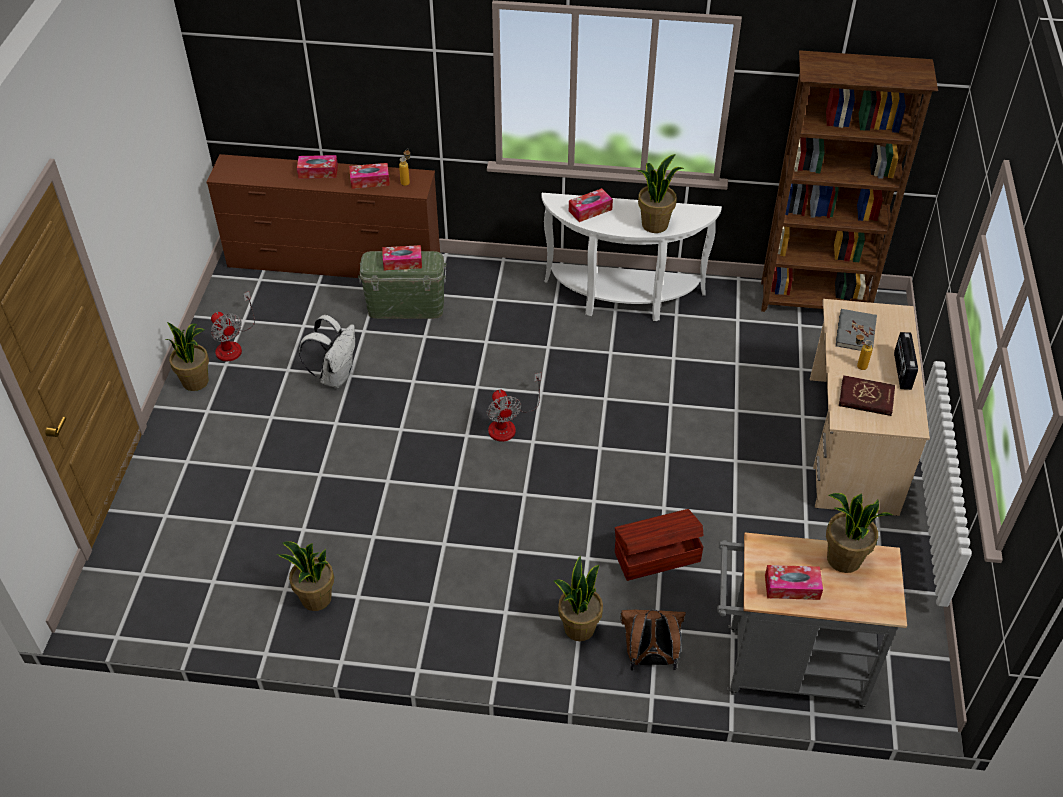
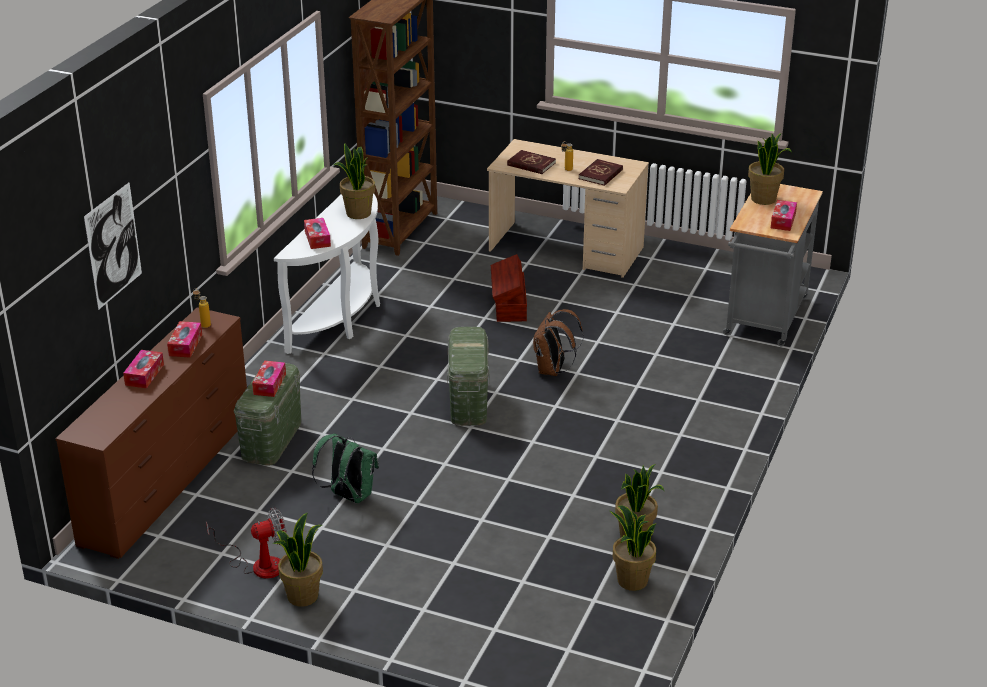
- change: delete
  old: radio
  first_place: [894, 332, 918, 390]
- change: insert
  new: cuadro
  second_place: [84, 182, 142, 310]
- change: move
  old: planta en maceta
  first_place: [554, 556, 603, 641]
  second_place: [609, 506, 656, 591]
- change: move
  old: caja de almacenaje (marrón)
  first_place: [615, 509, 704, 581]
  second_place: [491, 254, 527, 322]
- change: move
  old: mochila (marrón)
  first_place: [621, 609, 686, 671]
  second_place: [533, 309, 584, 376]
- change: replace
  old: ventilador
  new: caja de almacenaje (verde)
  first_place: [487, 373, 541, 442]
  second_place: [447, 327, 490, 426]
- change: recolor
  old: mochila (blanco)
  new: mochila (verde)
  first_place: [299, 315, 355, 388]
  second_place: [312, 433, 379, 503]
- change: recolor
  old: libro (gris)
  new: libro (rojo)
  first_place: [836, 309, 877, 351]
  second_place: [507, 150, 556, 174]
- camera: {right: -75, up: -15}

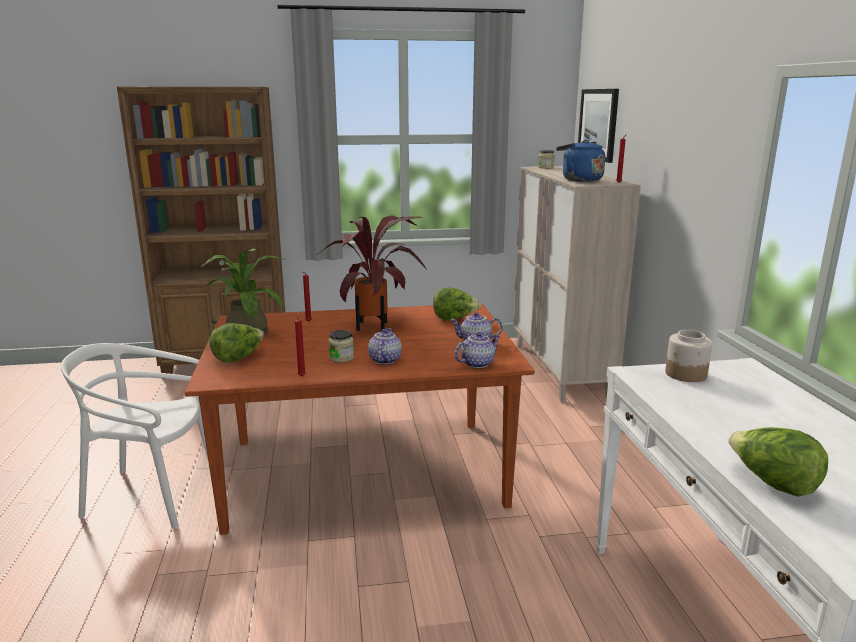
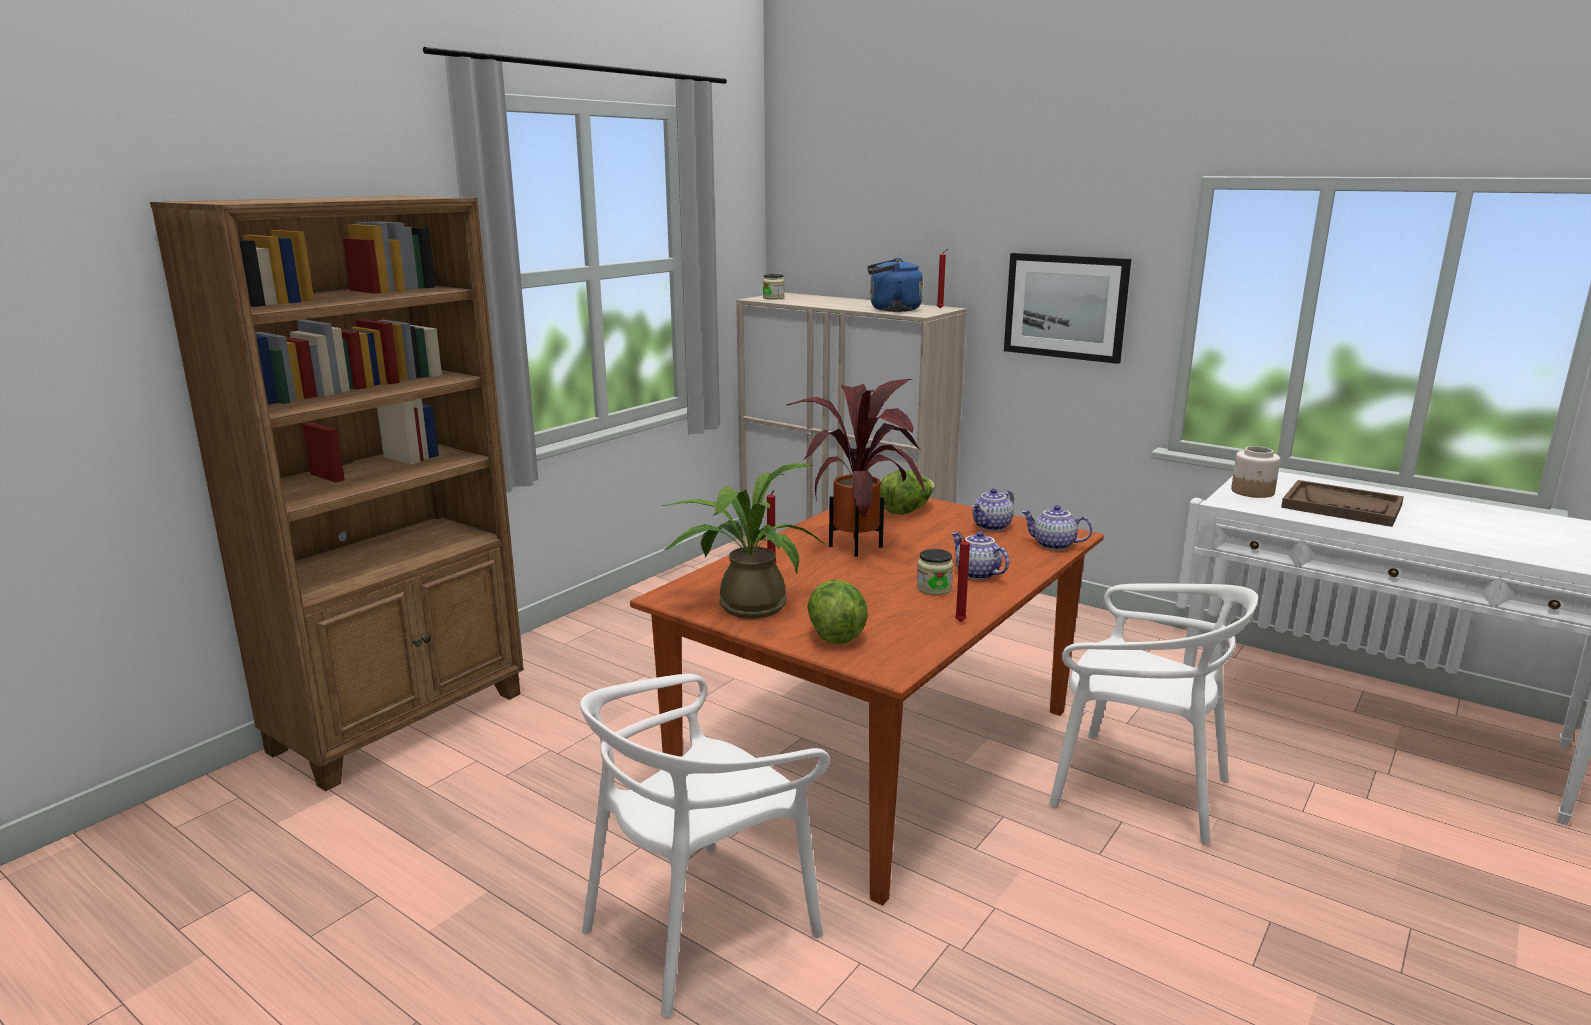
- change: delete
  old: lechuga
  first_place: [728, 427, 828, 497]
- change: insert
  new: silla (blanco)
  second_place: [1049, 583, 1258, 845]
- change: insert
  new: bandeja (marrón)
  second_place: [1281, 480, 1404, 527]
- change: move
  old: cuadro
  first_place: [578, 89, 619, 163]
  second_place: [1004, 253, 1131, 364]
- change: rotate
  old: tetera
  first_place: [455, 332, 501, 368]
  second_place: [1021, 505, 1092, 550]
  degrees: -75
- camera: {right: -45, up: 0}

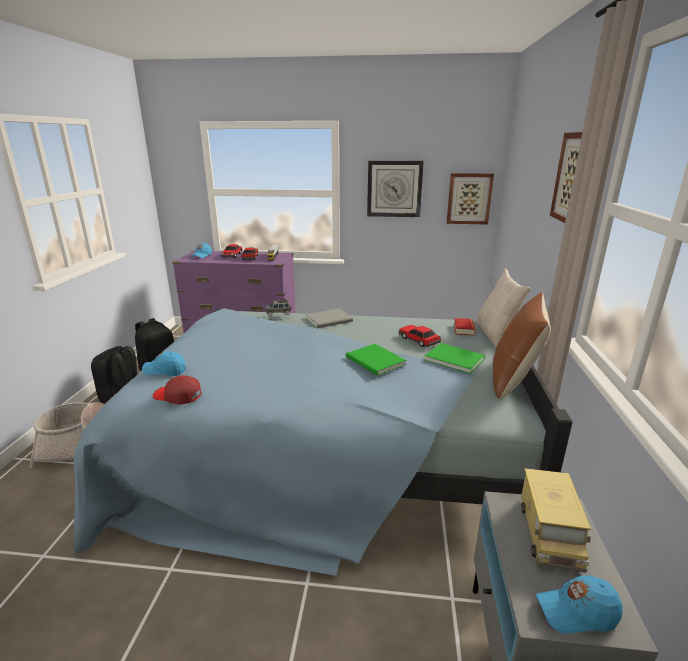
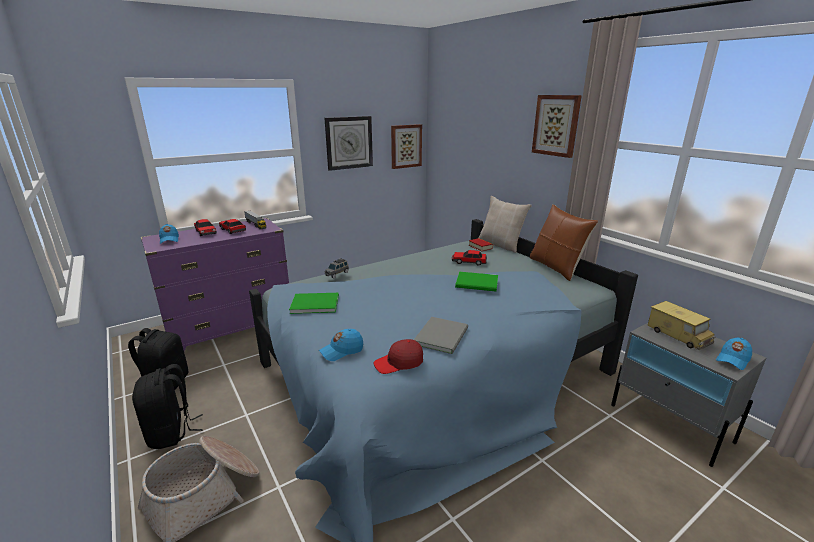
- change: move
  old: libro (gris)
  first_place: [305, 309, 353, 328]
  second_place: [414, 317, 468, 354]
- change: move
  old: libro (verde)
  first_place: [424, 343, 485, 374]
  second_place: [289, 293, 339, 314]
- camera: {right: -40, up: 0}

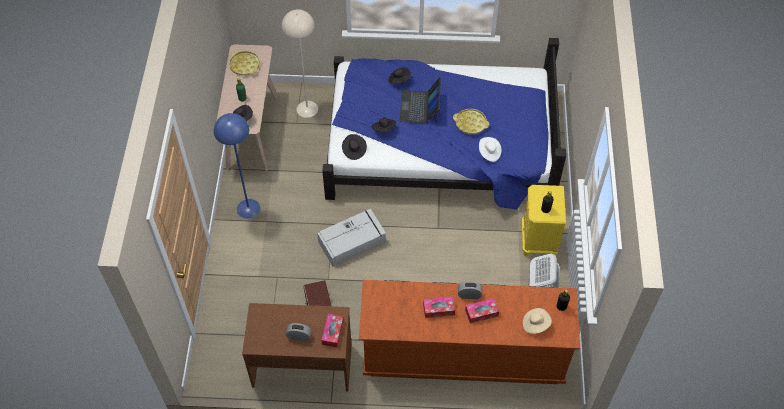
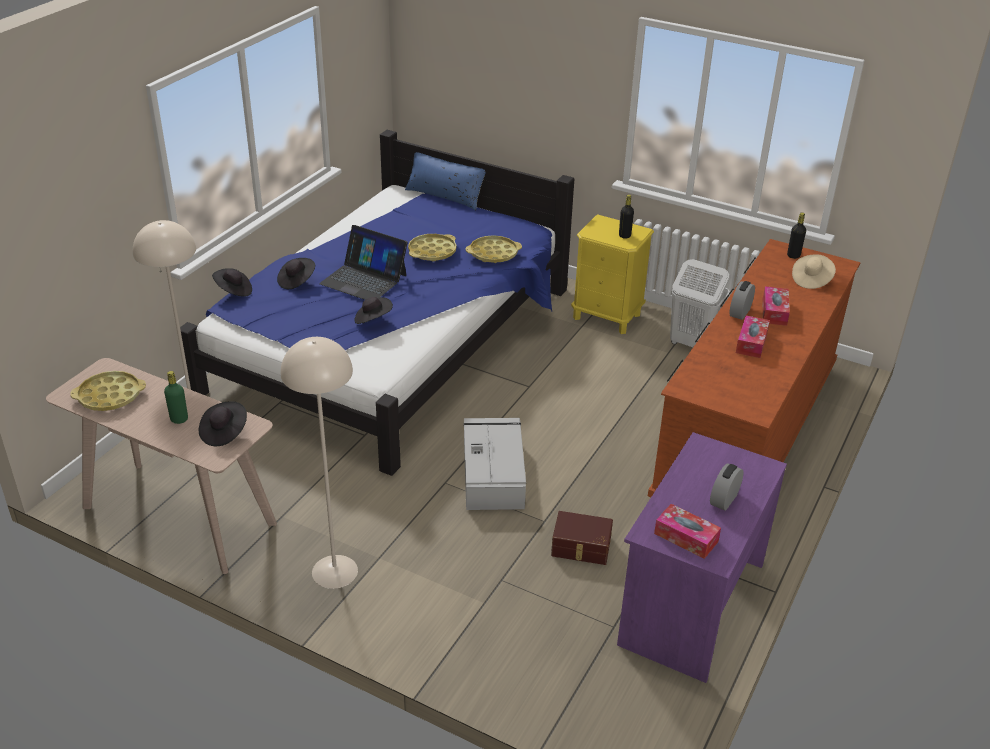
- change: insert
  new: cojín (azul)
  second_place: [405, 152, 486, 210]
- change: move
  old: caja de pañuelos
  first_place: [321, 314, 344, 347]
  second_place: [654, 504, 721, 559]
- change: move
  old: sombrero (negro)
  first_place: [342, 134, 367, 160]
  second_place: [212, 268, 252, 297]
- change: replace
  old: sombrero (blanco)
  new: bandeja (amarillo)
  first_place: [479, 137, 501, 162]
  second_place: [465, 235, 522, 263]
- change: recolor
  old: lámpara de pie (azul)
  new: lámpara de pie (beis)
  first_place: [214, 113, 260, 219]
  second_place: [281, 337, 358, 589]
- change: recolor
  old: escritorio (marrón)
  new: escritorio (morado)
  first_place: [242, 303, 352, 392]
  second_place: [617, 432, 787, 683]
- camera: {right: -65, up: -20}

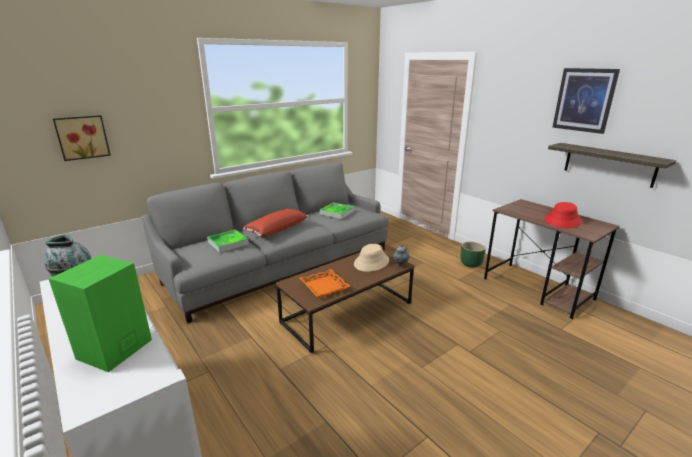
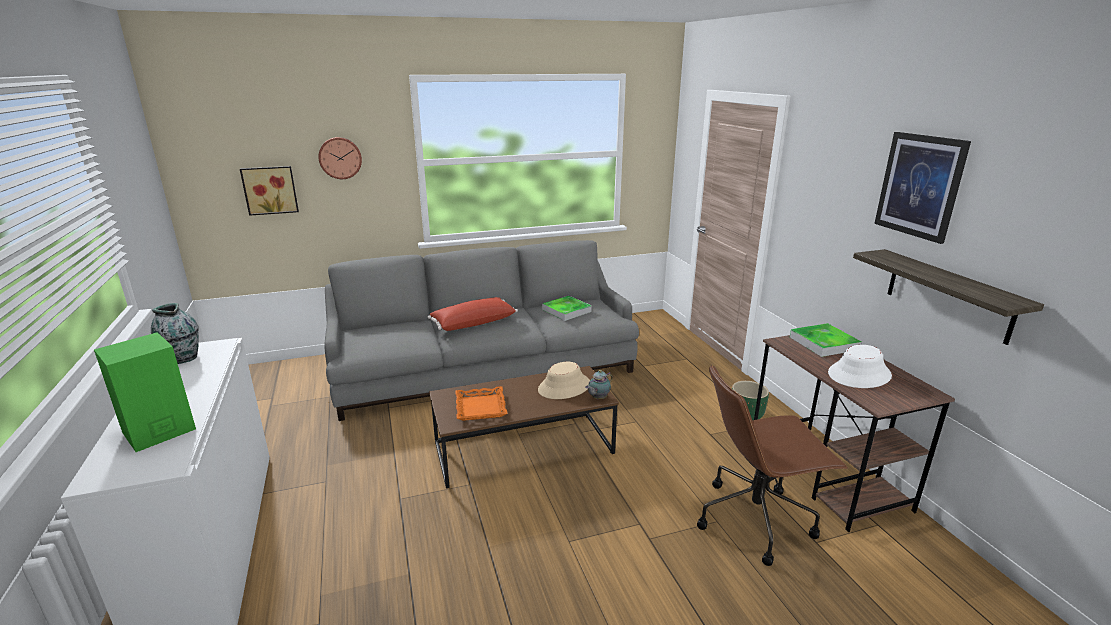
- change: insert
  new: reloj de pared
  second_place: [318, 137, 362, 179]
- change: insert
  new: silla de oficina (marrón)
  second_place: [697, 364, 848, 566]
- change: move
  old: bandeja
  first_place: [207, 229, 249, 253]
  second_place: [790, 323, 862, 357]
- change: recolor
  old: sombrero (rojo)
  new: sombrero (blanco)
  first_place: [545, 202, 582, 228]
  second_place: [828, 345, 892, 388]
- camera: {right: 20, up: 0}

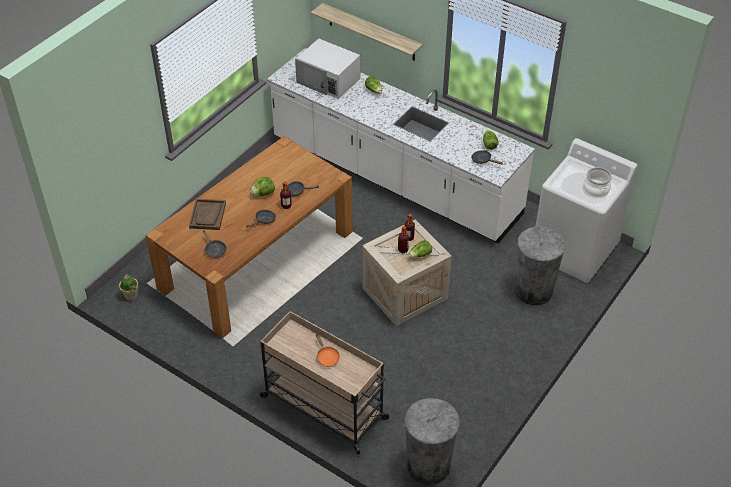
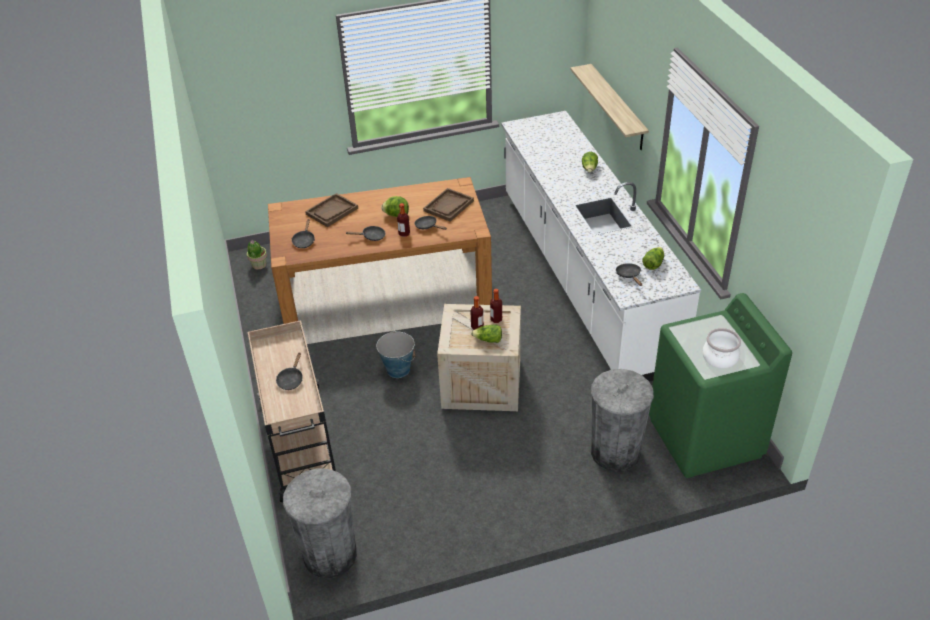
- change: delete
  old: microondas (blanco)
  first_place: [295, 39, 360, 99]
- change: insert
  new: cubo
  second_place: [376, 331, 416, 378]
- change: insert
  new: bandeja (marrón)
  second_place: [423, 188, 474, 222]
- change: recolor
  old: sartén (naranja)
  new: sartén (negro)
  first_place: [316, 334, 340, 367]
  second_place: [276, 353, 303, 390]
- change: recolor
  old: lavadora (blanco)
  new: lavadora (verde)
  first_place: [536, 138, 638, 283]
  second_place: [649, 293, 792, 478]
- camera: {right: 40, up: -5}

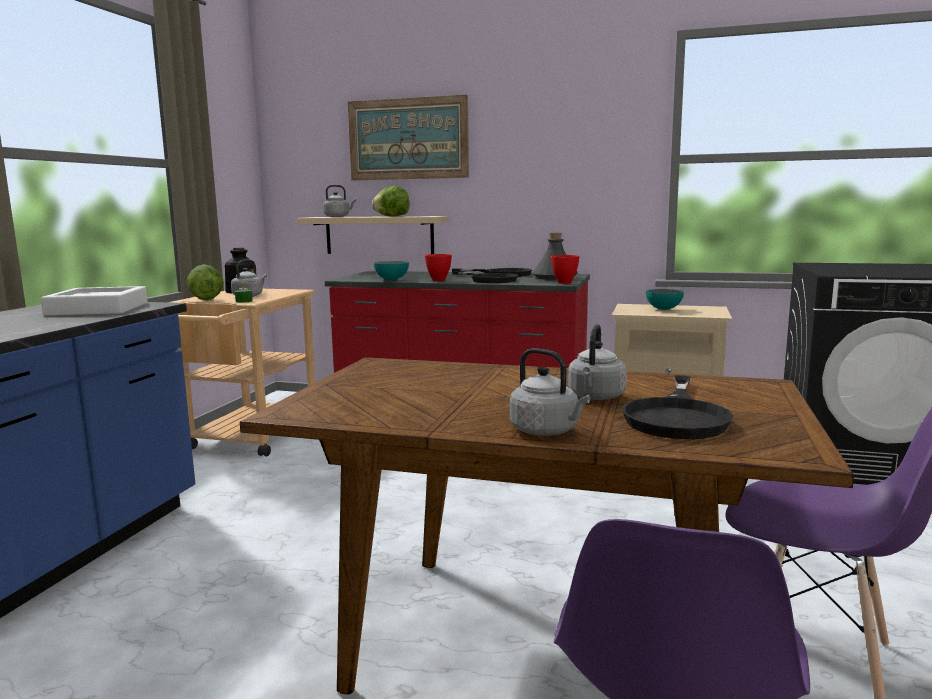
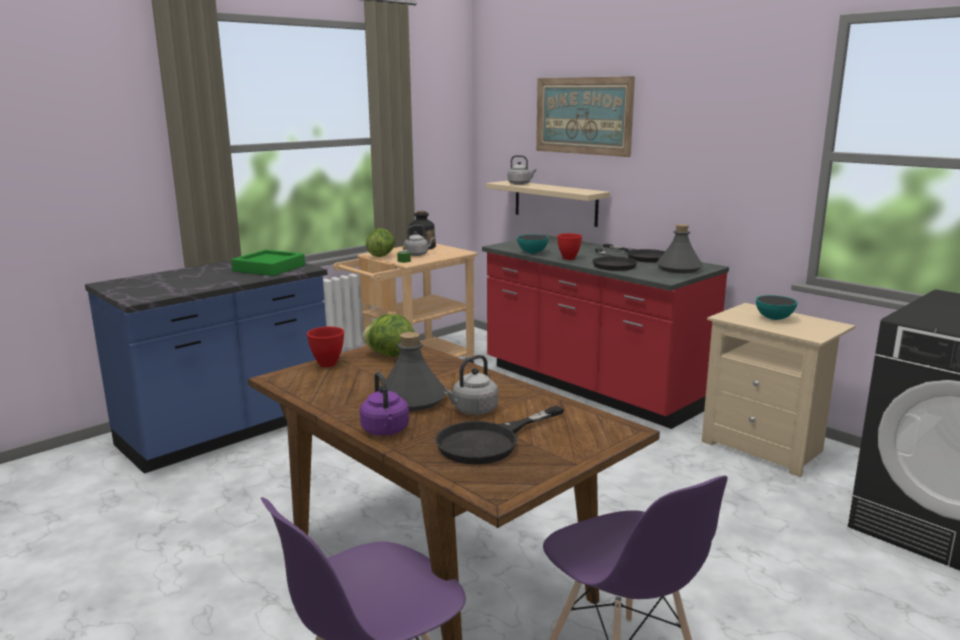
- change: insert
  new: botella (gris)
  second_place: [381, 332, 446, 411]
- change: move
  old: lechuga
  first_place: [372, 186, 409, 216]
  second_place: [362, 314, 415, 357]
- change: move
  old: cuenco (rojo)
  first_place: [551, 255, 580, 284]
  second_place: [307, 327, 344, 367]
- change: recolor
  old: bandeja (blanco)
  new: bandeja (verde)
  first_place: [41, 286, 148, 316]
  second_place: [231, 250, 305, 276]
- change: recolor
  old: hervidor (gris)
  new: hervidor (morado)
  first_place: [510, 348, 590, 436]
  second_place: [360, 372, 409, 436]
- camera: {right: 30, up: 5}

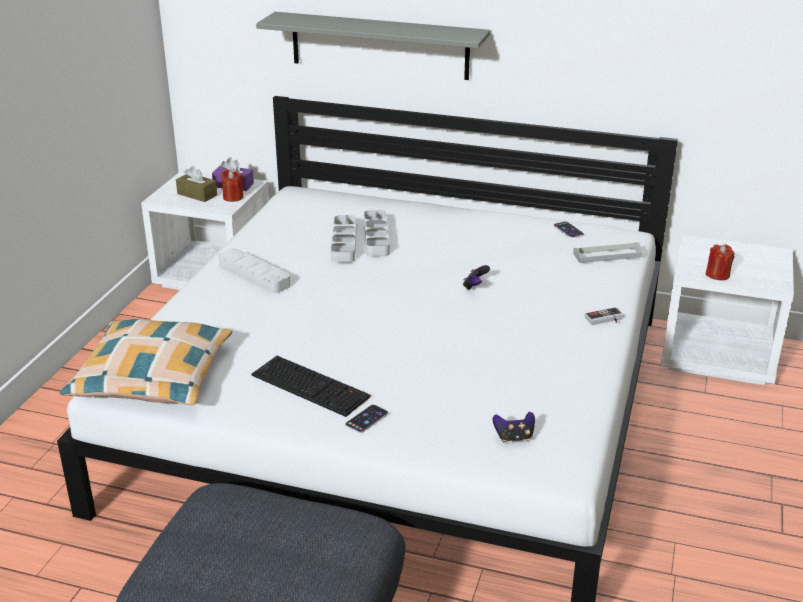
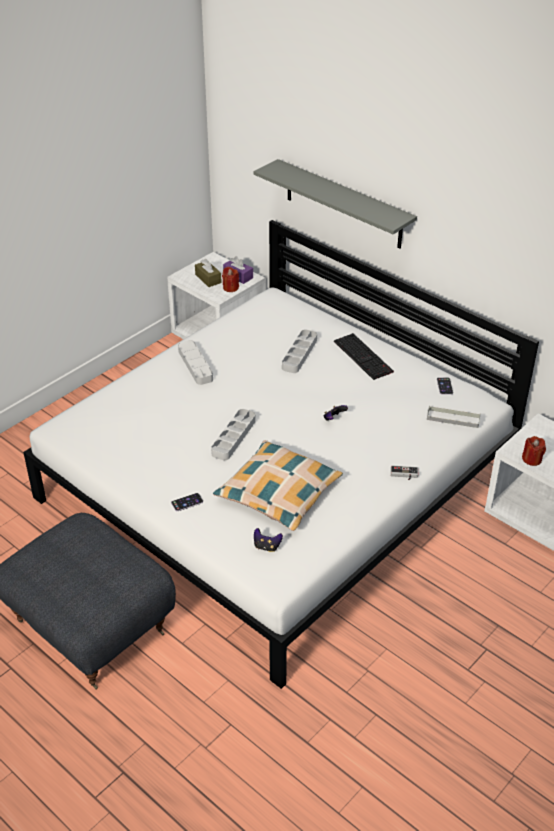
- change: move
  old: cojín
  first_place: [60, 319, 233, 405]
  second_place: [213, 440, 343, 531]
- change: move
  old: teclado
  first_place: [252, 356, 370, 417]
  second_place: [334, 333, 394, 380]
- change: move
  old: bandeja (gris)
  first_place: [331, 215, 357, 263]
  second_place: [211, 409, 256, 460]
- camera: {right: 25, up: 10}

